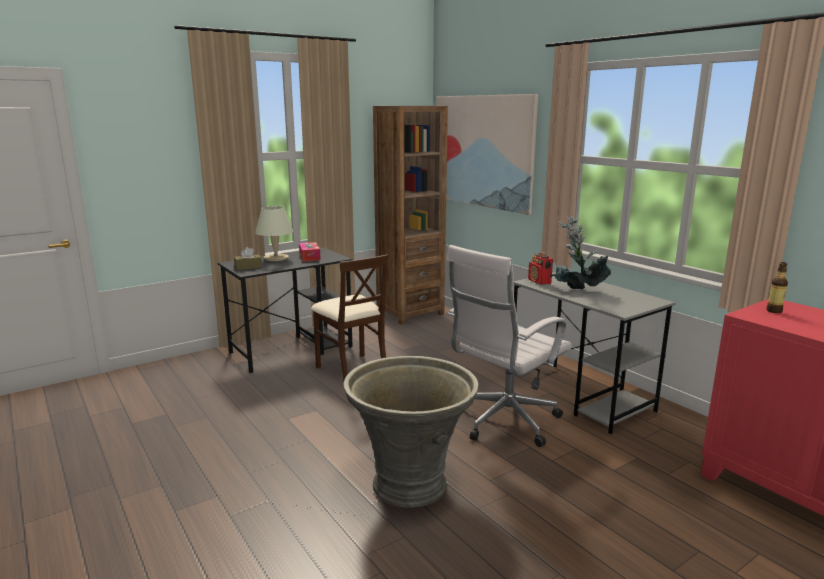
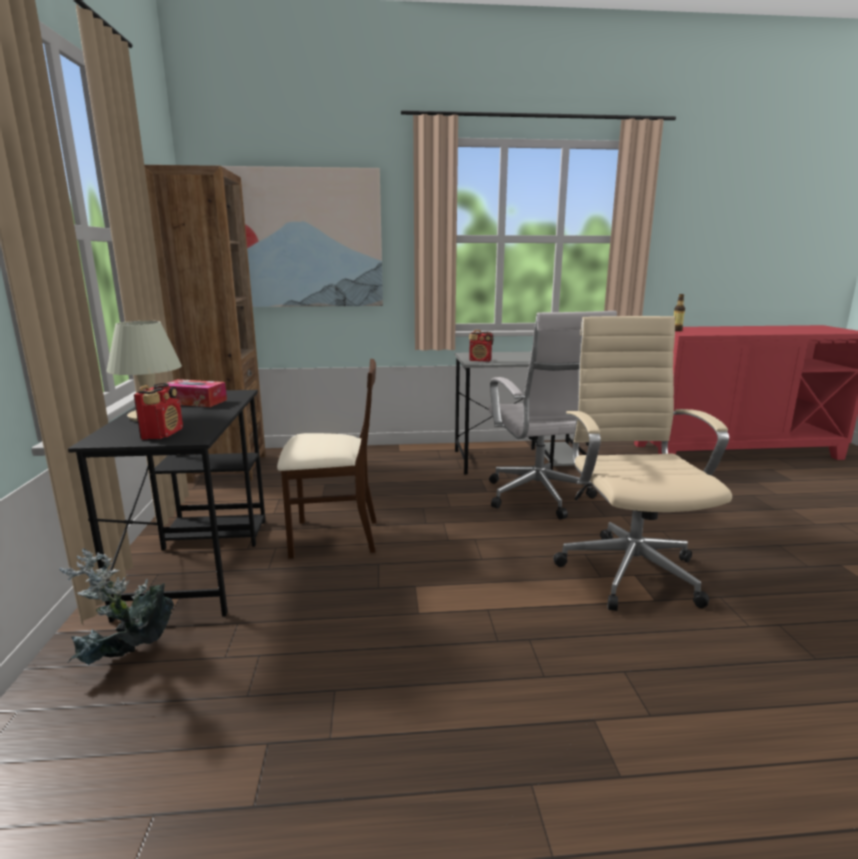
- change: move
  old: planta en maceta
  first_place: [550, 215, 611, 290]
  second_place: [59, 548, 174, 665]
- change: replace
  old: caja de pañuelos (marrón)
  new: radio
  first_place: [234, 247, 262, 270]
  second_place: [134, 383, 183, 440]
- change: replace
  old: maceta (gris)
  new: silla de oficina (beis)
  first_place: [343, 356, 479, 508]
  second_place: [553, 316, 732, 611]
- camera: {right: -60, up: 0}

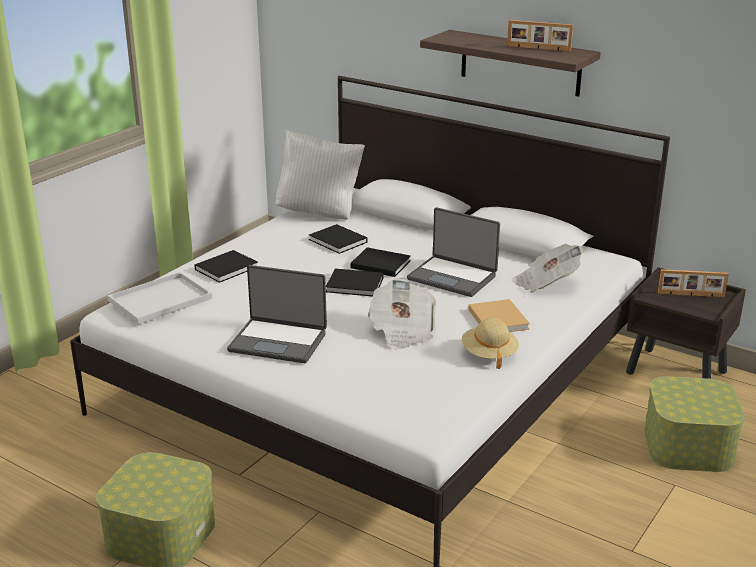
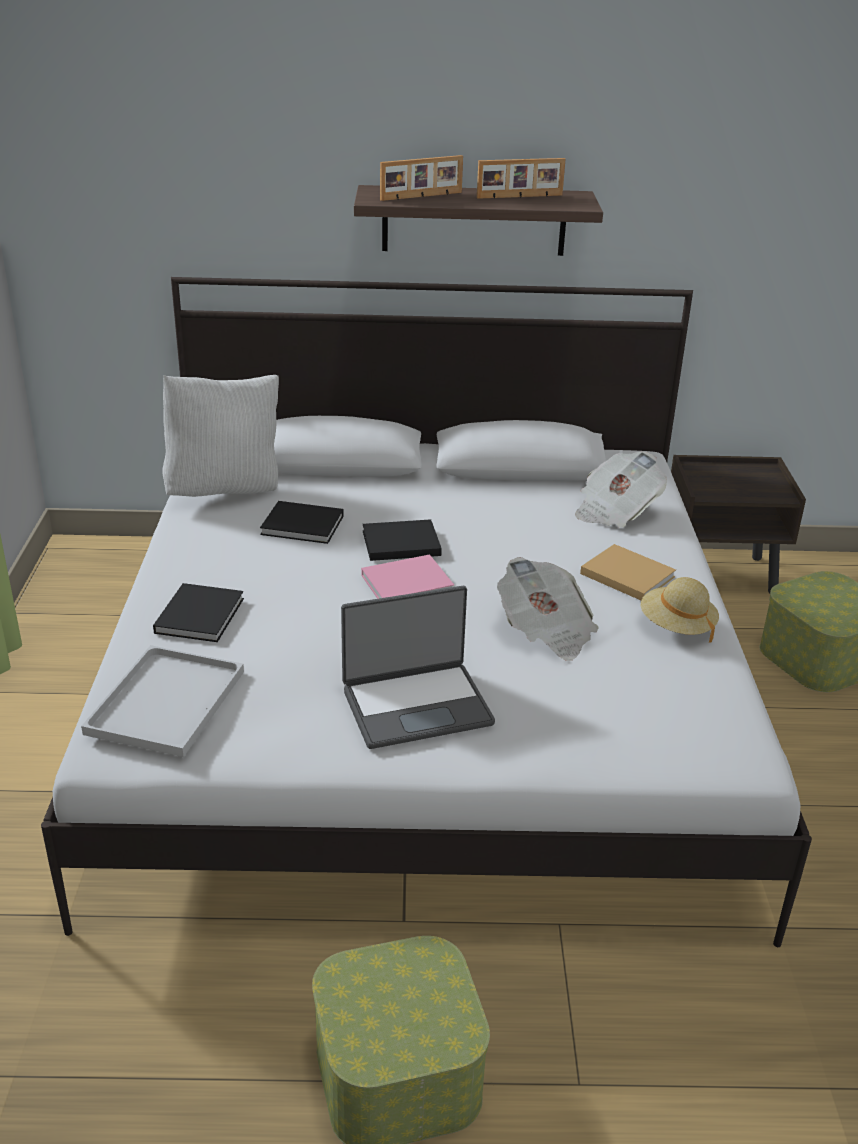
- change: delete
  old: portátil
  first_place: [407, 207, 500, 297]
- change: move
  old: portarretratos
  first_place: [658, 269, 729, 297]
  second_place: [380, 155, 463, 201]
- change: recolor
  old: libro (negro)
  new: libro (rosa)
  first_place: [326, 269, 383, 296]
  second_place: [361, 554, 454, 599]
- camera: {right: -35, up: 5}

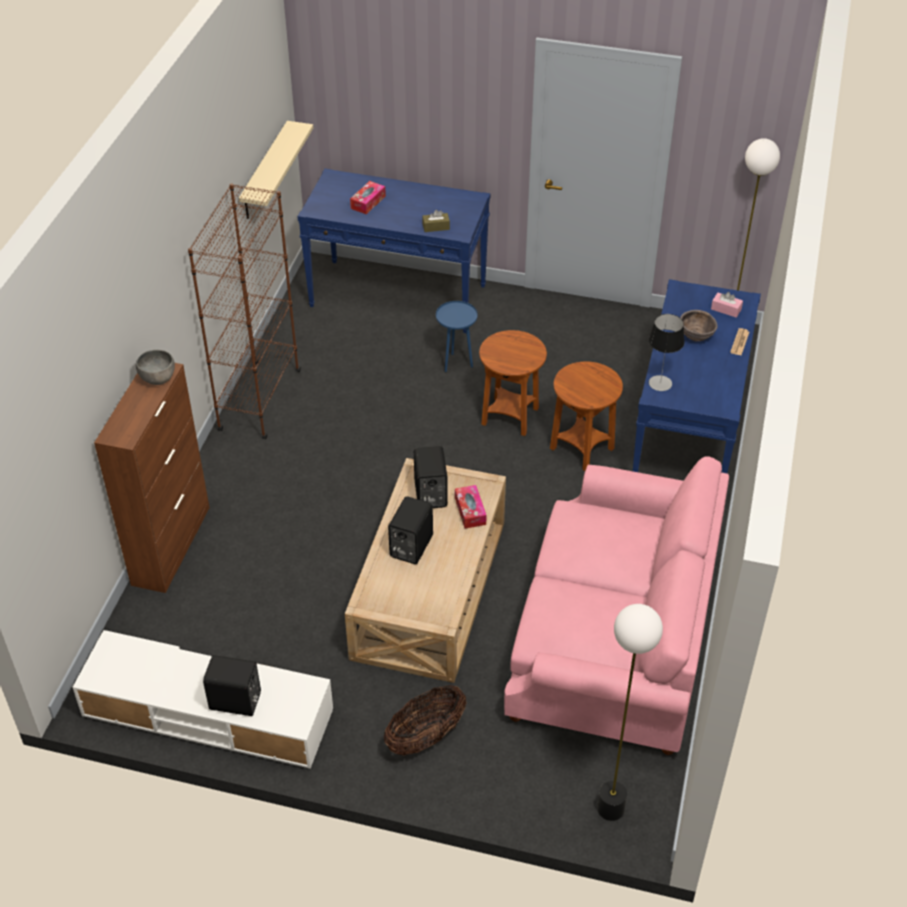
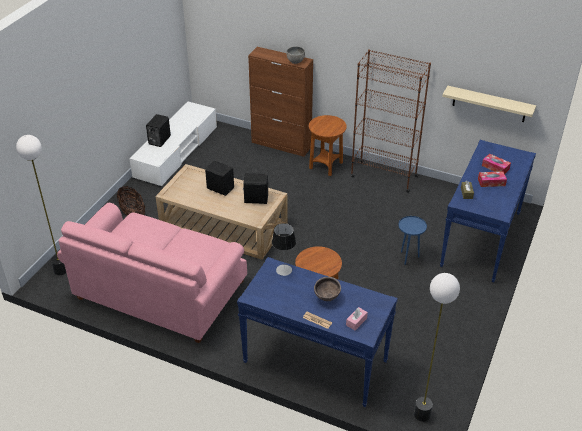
- change: move
  old: caja de pañuelos
  first_place: [455, 485, 487, 529]
  second_place: [478, 171, 507, 187]
- change: move
  old: mesa auxiliar (marrón)
  first_place: [479, 330, 547, 436]
  second_place: [309, 115, 347, 176]
- camera: {right: 100, up: -5}

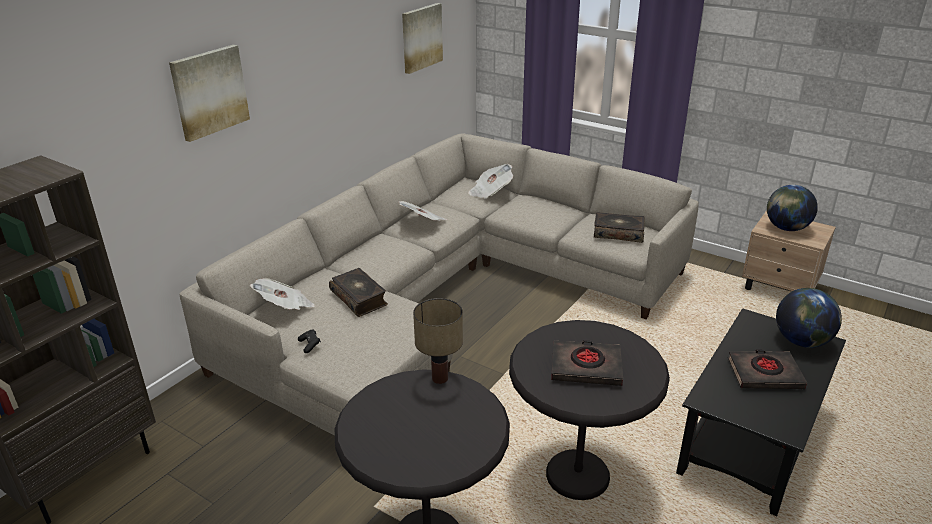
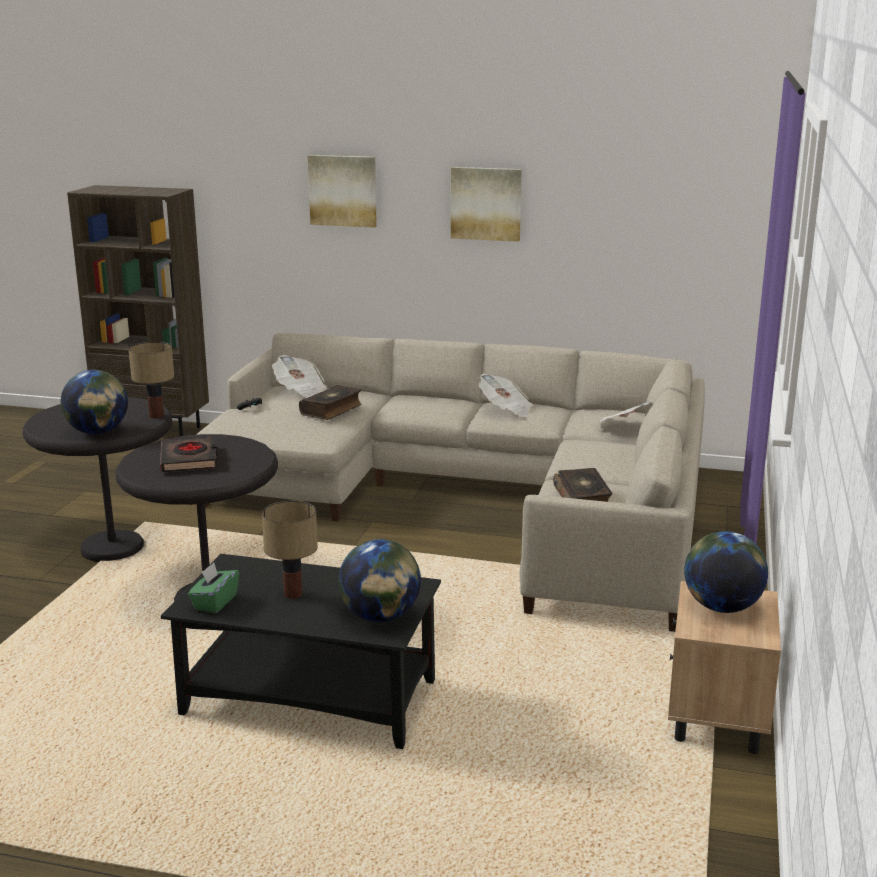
- change: insert
  new: globo terráqueo
  second_place: [61, 370, 128, 434]
- change: insert
  new: caja de pañuelos (verde)
  second_place: [188, 562, 239, 613]
- change: move
  old: cuadro
  first_place: [402, 3, 443, 74]
  second_place: [451, 167, 522, 242]
- change: replace
  old: libro (negro)
  new: lámpara de mesa
  first_place: [728, 349, 807, 389]
  second_place: [262, 501, 318, 599]
- camera: {right: 70, up: -10}

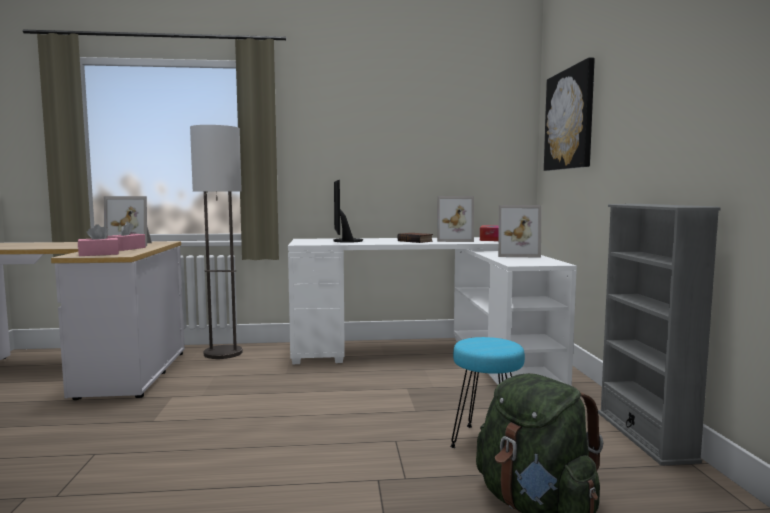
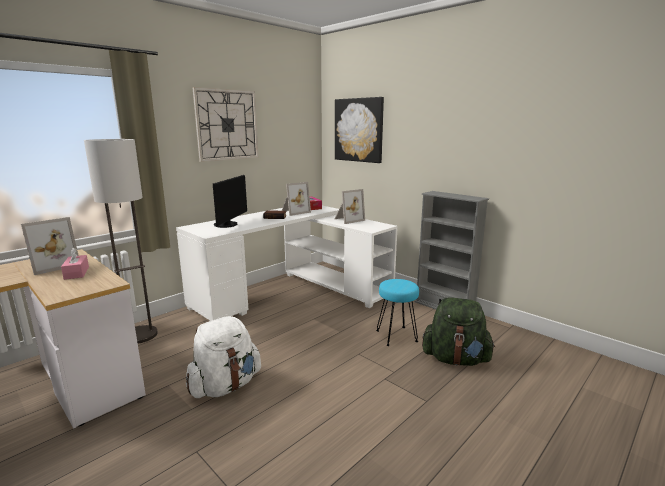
- change: delete
  old: caja de pañuelos (rosa)
  first_place: [78, 224, 119, 256]
- change: insert
  new: mochila (blanco)
  second_place: [186, 316, 261, 398]
- change: insert
  new: reloj de pared
  second_place: [192, 87, 258, 162]
- change: rotate
  old: monitor
  first_place: [334, 180, 363, 243]
  second_place: [213, 175, 247, 228]
  degrees: -120
- camera: {right: -40, up: 10}

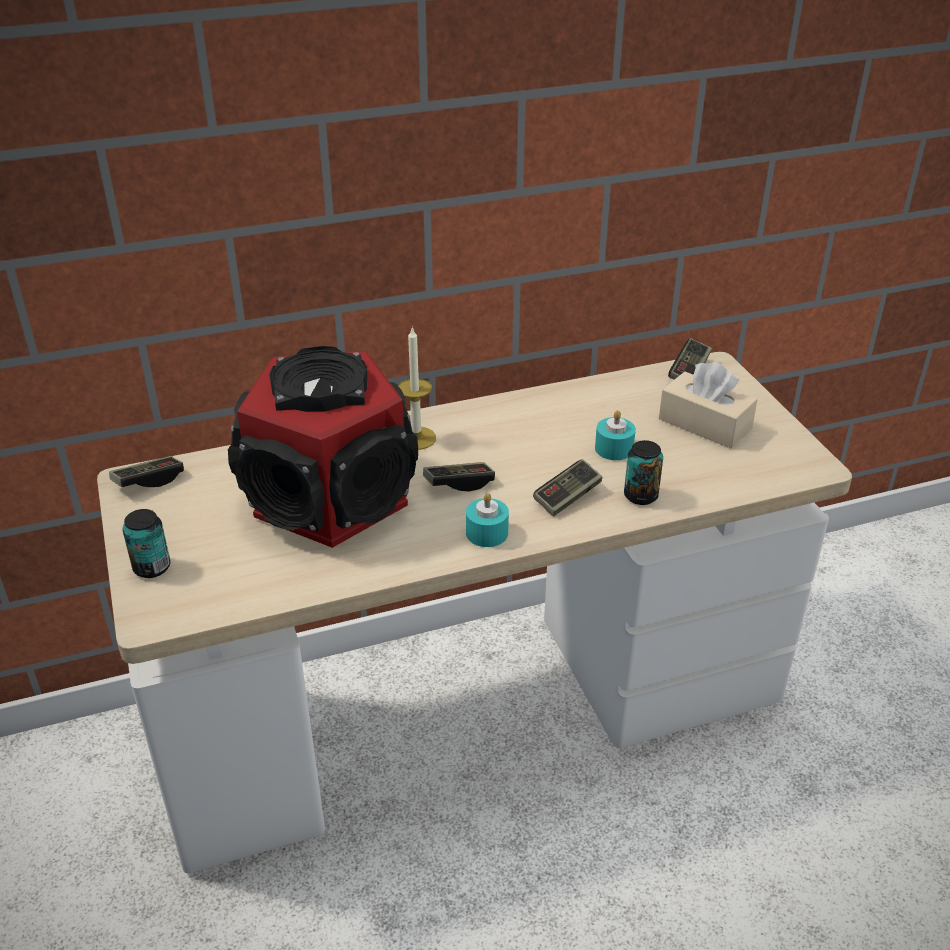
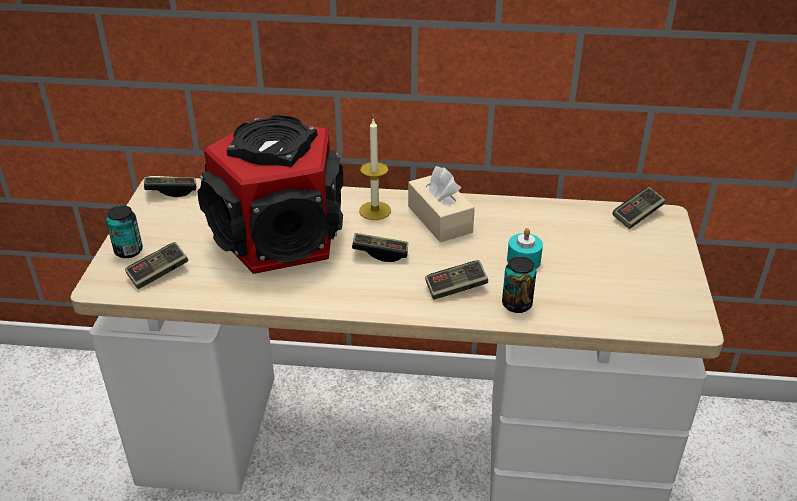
- change: delete
  old: vela (turquesa)
  first_place: [466, 493, 509, 547]
- change: insert
  new: mando de consola
  second_place: [125, 242, 188, 289]
- change: move
  old: caja de pañuelos (beis)
  first_place: [659, 362, 757, 449]
  second_place: [408, 166, 475, 242]
- camera: {right: 25, up: 0}

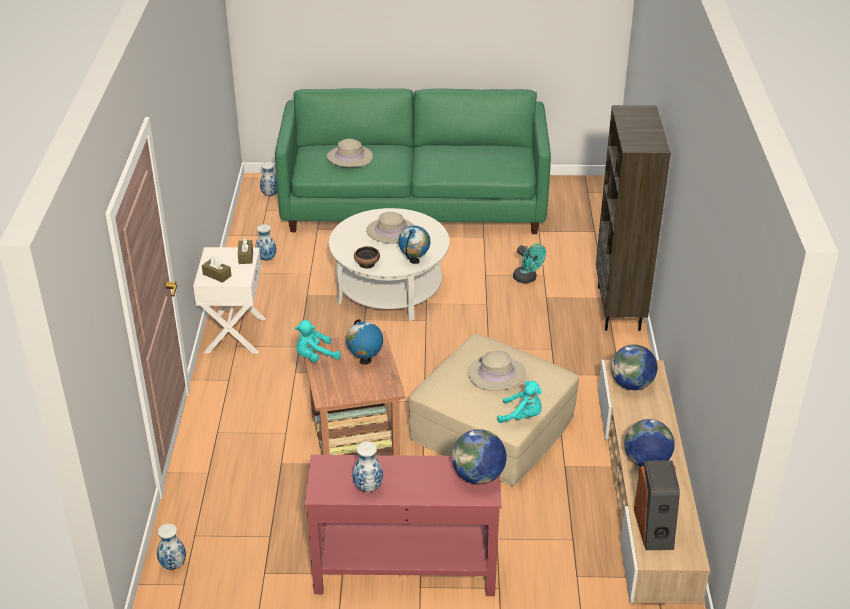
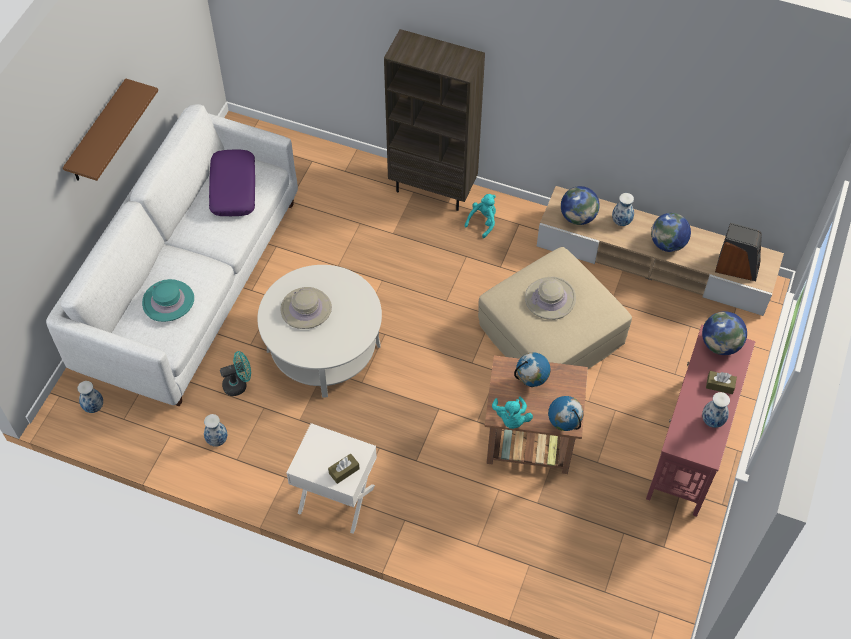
- change: delete
  old: cuenco
  first_place: [354, 246, 380, 269]
- change: insert
  new: estante (marrón)
  second_place: [63, 78, 158, 181]
- change: insert
  new: cojín (morado)
  second_place: [209, 149, 255, 216]
- change: move
  old: florero
  first_place: [157, 524, 186, 570]
  second_place: [612, 193, 634, 226]
- change: move
  old: caja de pañuelos (marrón)
  first_place: [238, 238, 253, 264]
  second_place: [706, 371, 737, 394]
- change: move
  old: globo terráqueo
  first_place: [398, 226, 430, 264]
  second_place: [548, 396, 583, 431]
- change: move
  old: peluche (turquesa)
  first_place: [497, 381, 542, 423]
  second_place: [465, 194, 496, 238]
- change: move
  old: ventilador (turquesa)
  first_place: [513, 244, 546, 283]
  second_place: [220, 351, 251, 396]
- change: recolor
  old: sofá (verde)
  new: sofá (blanco)
  first_place: [275, 88, 551, 234]
  second_place: [46, 104, 298, 407]
- change: recolor
  old: sombrero (beis)
  new: sombrero (turquesa)
  first_place: [327, 139, 373, 167]
  second_place: [142, 279, 194, 322]
- camera: {right: -70, up: 20}

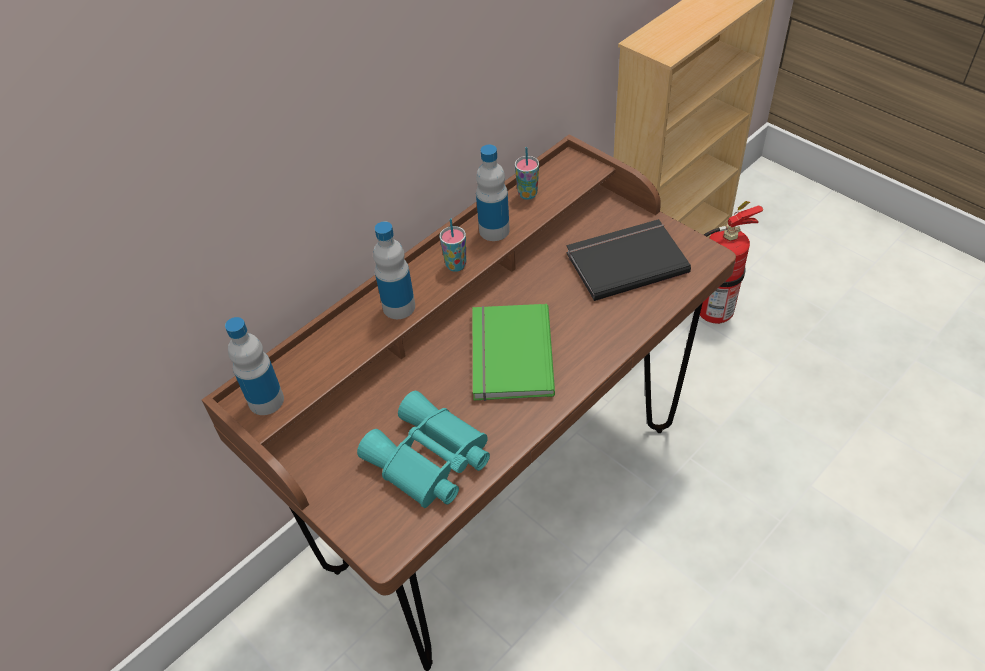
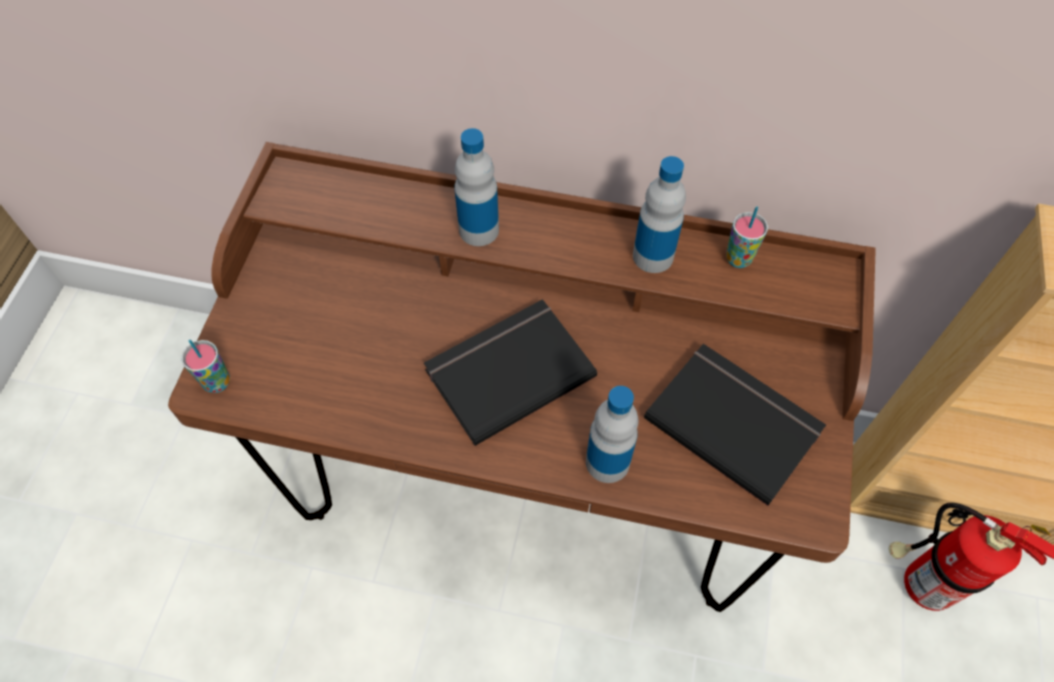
- change: delete
  old: prismáticos (turquesa)
  first_place: [357, 391, 490, 508]
- change: move
  old: botella
  first_place: [225, 317, 284, 415]
  second_place: [586, 386, 638, 483]
- change: move
  old: taza
  first_place: [440, 218, 466, 272]
  second_place: [181, 340, 230, 393]
- change: recolor
  old: libro (verde)
  new: libro (negro)
  first_place: [473, 304, 555, 401]
  second_place: [424, 299, 597, 446]
- camera: {right: 55, up: 10}

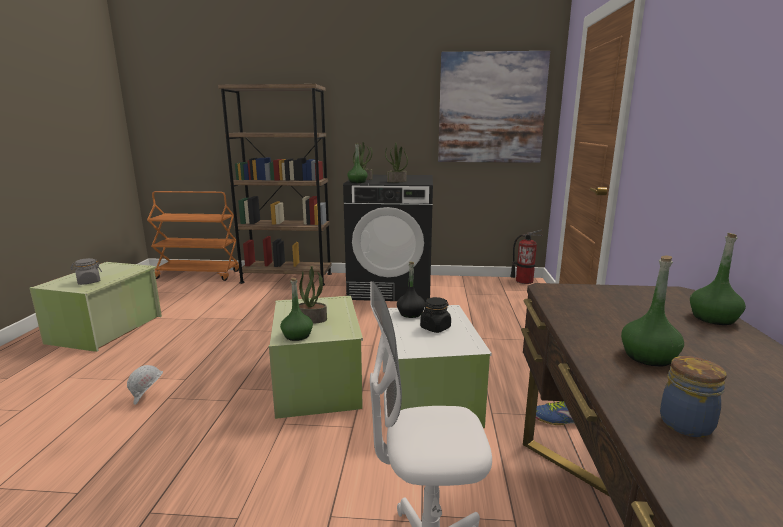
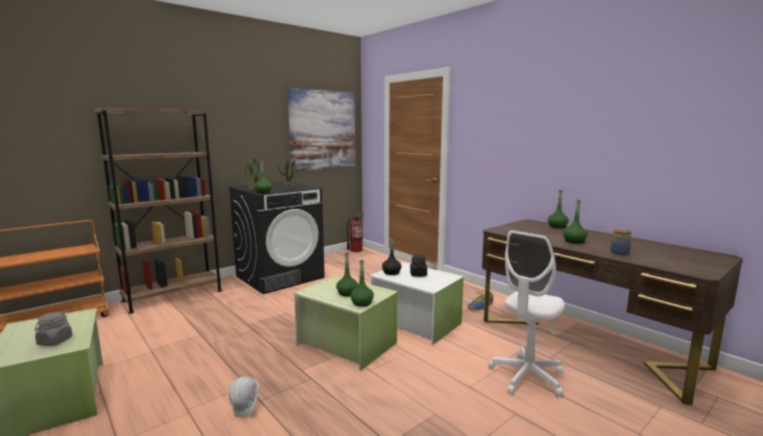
- change: replace
  old: planta en maceta
  new: botella (verde)
  first_place: [299, 266, 327, 324]
  second_place: [336, 253, 358, 296]
- camera: {right: -45, up: -5}

